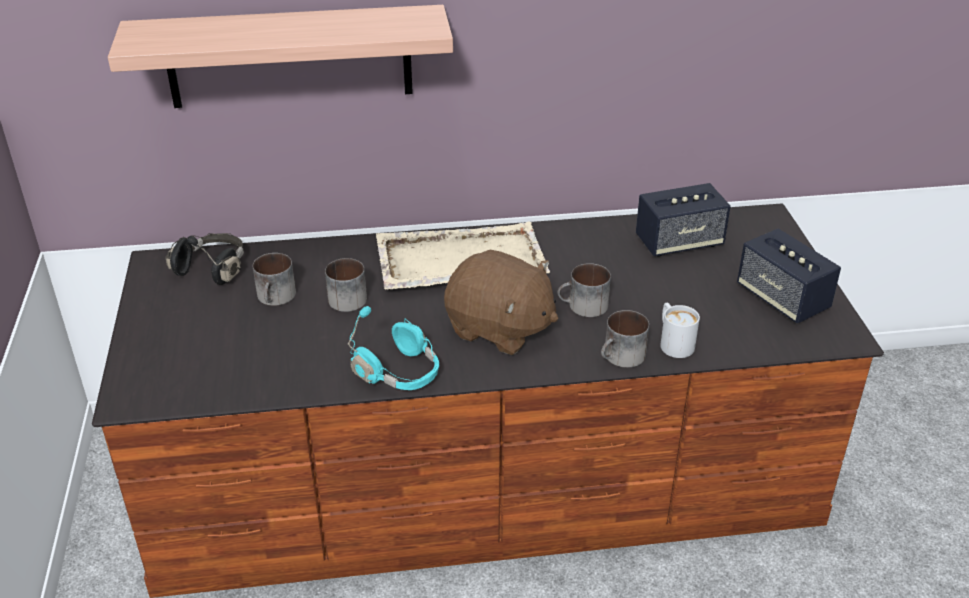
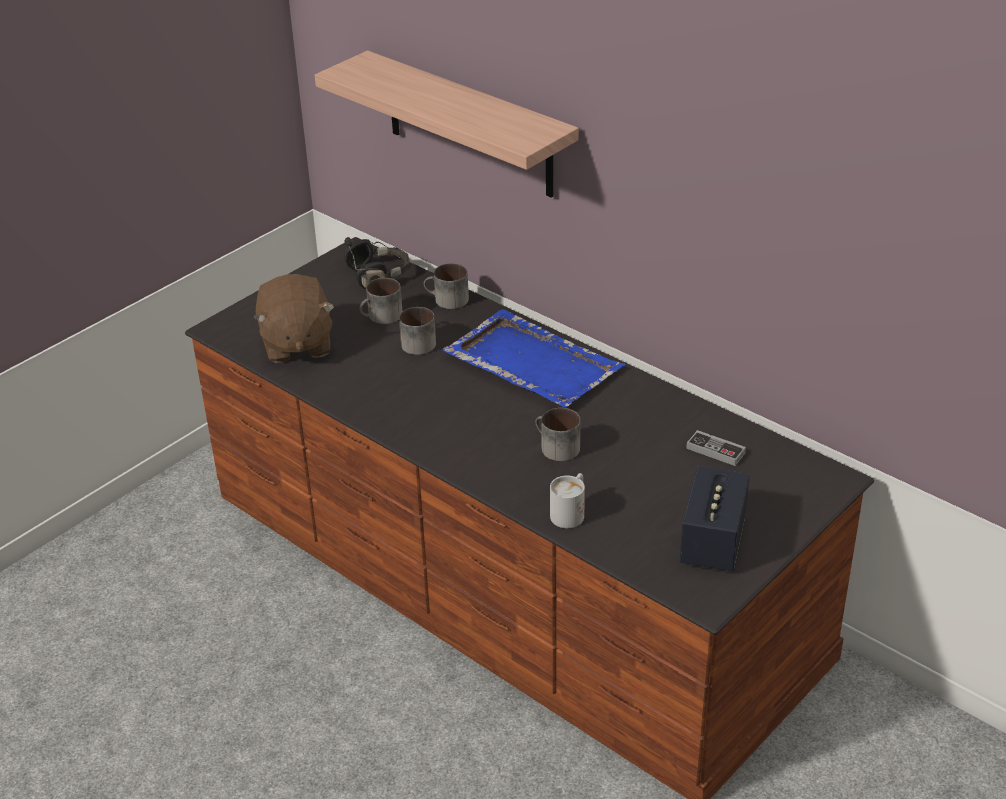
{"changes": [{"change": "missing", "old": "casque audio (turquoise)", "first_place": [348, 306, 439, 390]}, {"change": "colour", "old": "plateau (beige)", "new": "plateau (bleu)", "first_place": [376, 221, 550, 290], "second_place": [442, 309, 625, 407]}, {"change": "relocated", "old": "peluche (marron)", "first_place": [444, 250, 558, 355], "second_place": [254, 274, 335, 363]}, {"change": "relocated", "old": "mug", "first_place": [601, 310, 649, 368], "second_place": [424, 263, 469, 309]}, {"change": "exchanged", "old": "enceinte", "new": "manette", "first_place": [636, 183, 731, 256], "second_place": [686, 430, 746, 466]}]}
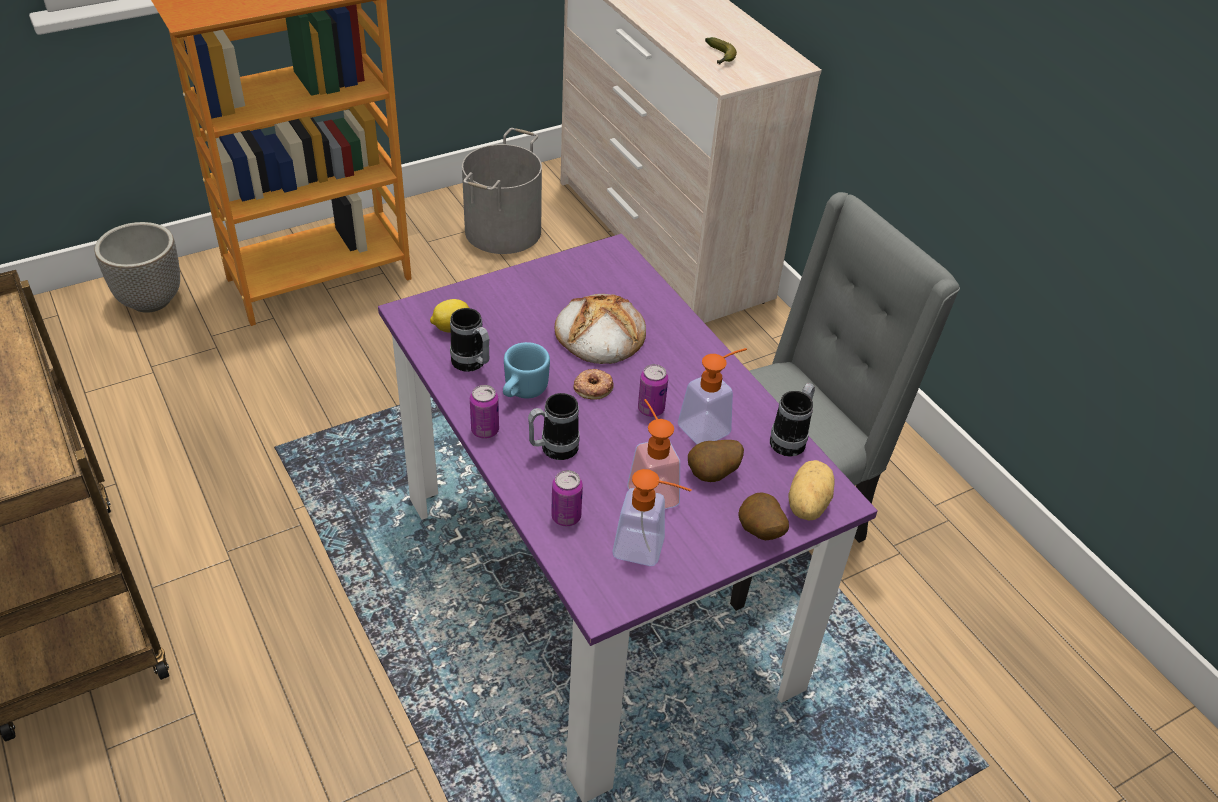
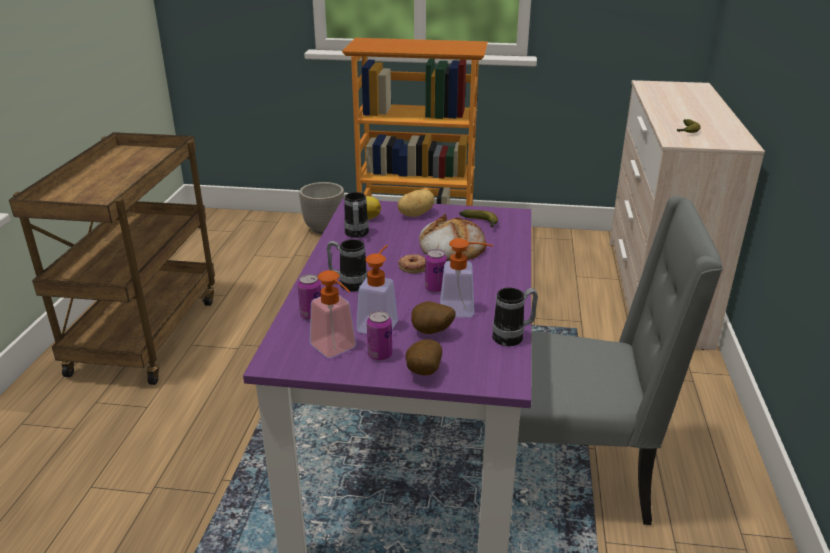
{"changes": [{"change": "missing", "old": "seau (gris)", "first_place": [462, 128, 542, 254]}, {"change": "relocated", "old": "boîte métallique", "first_place": [470, 385, 499, 439], "second_place": [367, 311, 392, 361]}, {"change": "missing", "old": "mug (bleu)", "first_place": [503, 342, 550, 399]}, {"change": "relocated", "old": "pomme de terre", "first_place": [789, 460, 835, 521], "second_place": [397, 189, 434, 217]}, {"change": "appeared", "new": "banane", "second_place": [459, 210, 498, 227]}]}
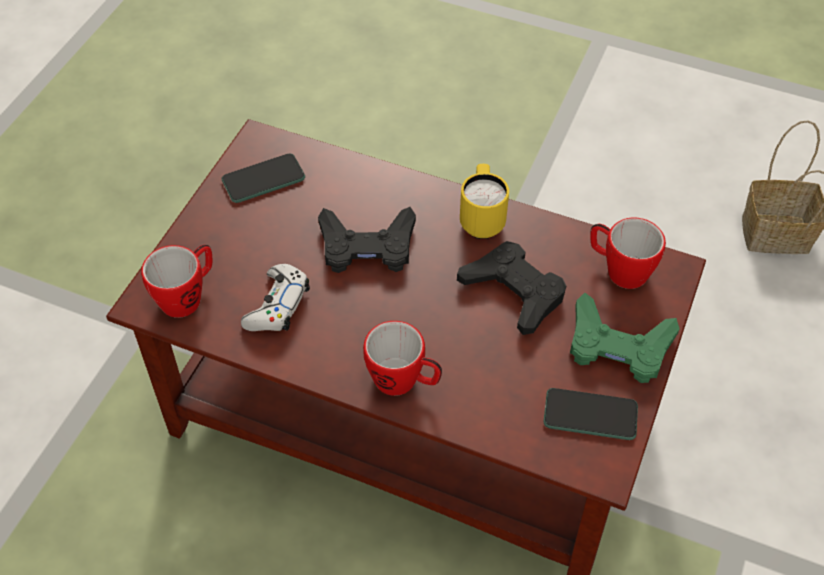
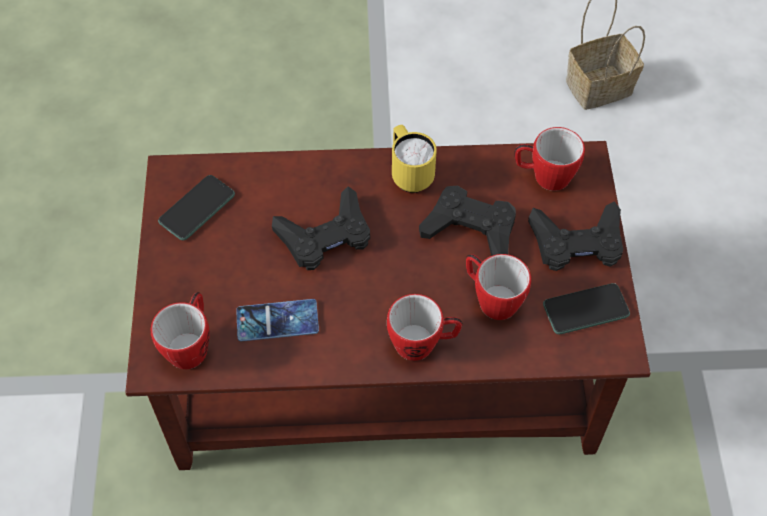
{"changes": [{"change": "exchanged", "old": "manette (blanc)", "new": "téléphone", "first_place": [241, 264, 310, 331], "second_place": [236, 299, 319, 341]}, {"change": "colour", "old": "manette (vert)", "new": "manette (noir)", "first_place": [570, 293, 680, 383], "second_place": [528, 201, 623, 271]}, {"change": "appeared", "new": "mug", "second_place": [466, 254, 531, 320]}]}
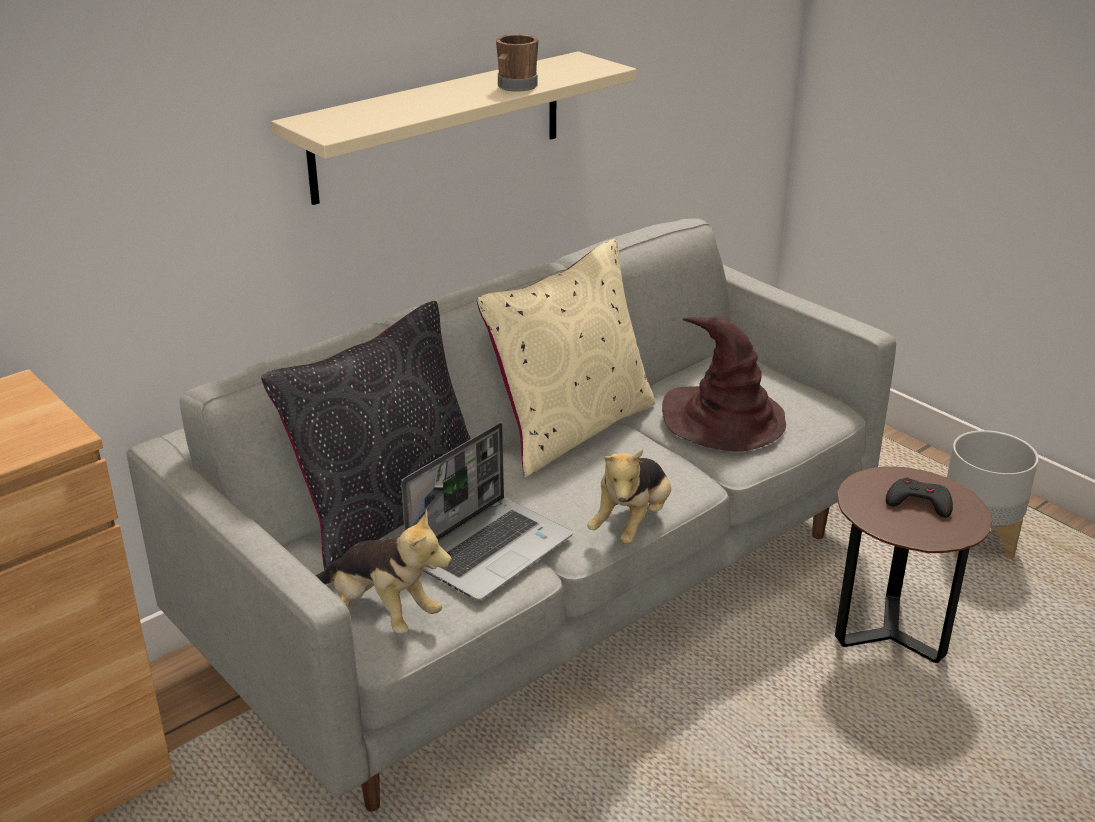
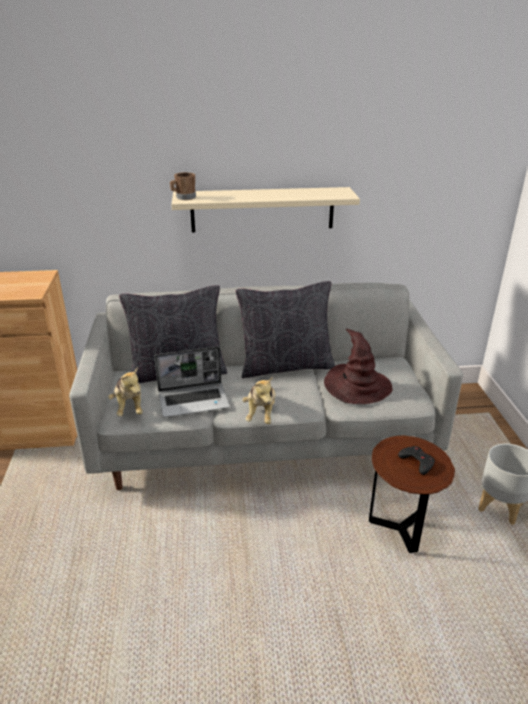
{"changes": [{"change": "colour", "old": "coussin (beige)", "new": "coussin (noir)", "first_place": [477, 239, 655, 477], "second_place": [236, 281, 335, 378]}, {"change": "relocated", "old": "mug (marron)", "first_place": [496, 34, 538, 92], "second_place": [170, 172, 196, 200]}, {"change": "spun", "old": "peluche", "first_place": [587, 449, 671, 544], "second_place": [242, 376, 276, 424], "degrees": -60}]}
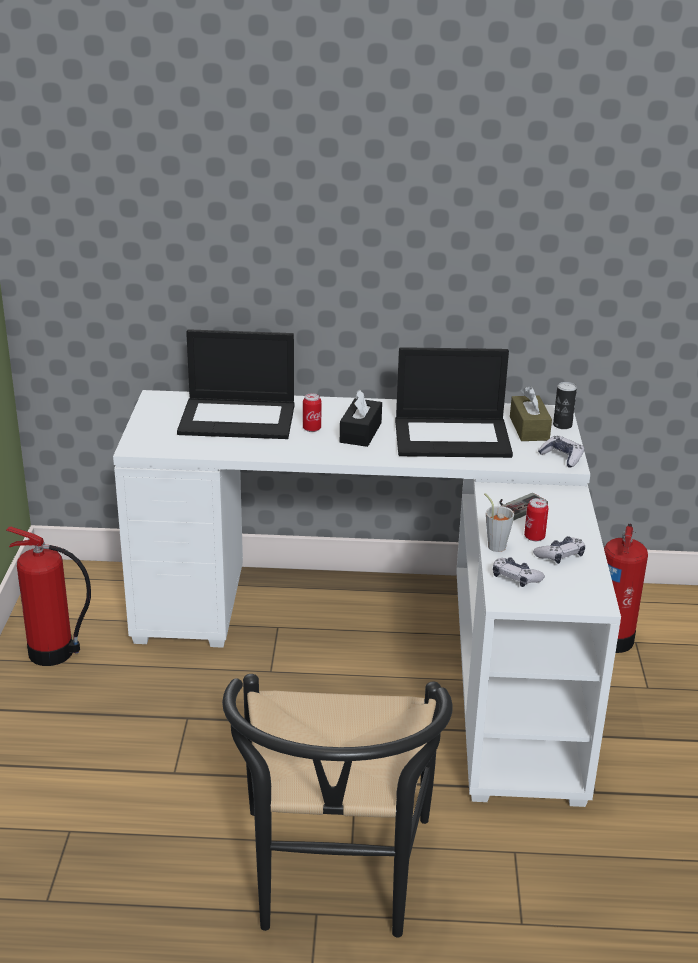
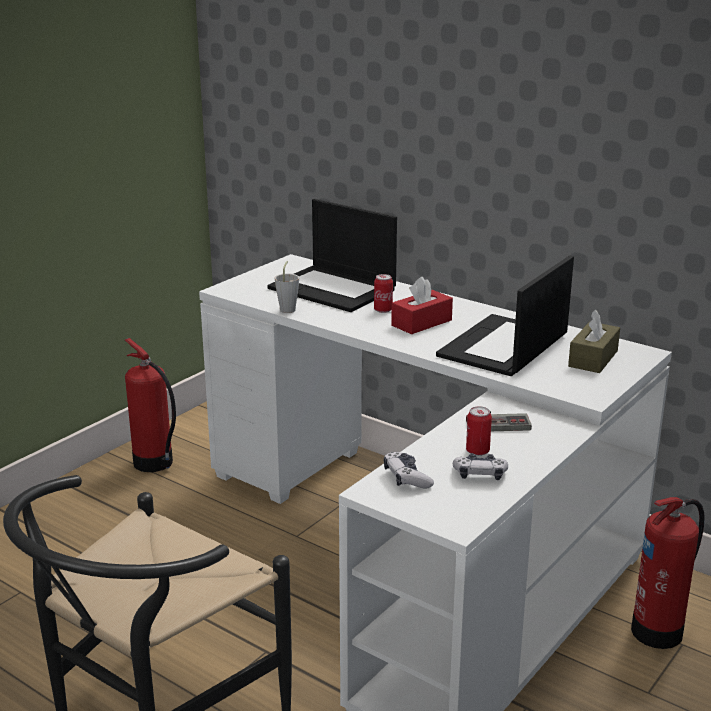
{"changes": [{"change": "colour", "old": "boîte à mouchoirs (noir)", "new": "boîte à mouchoirs (rouge)", "first_place": [340, 389, 382, 447], "second_place": [391, 277, 453, 334]}, {"change": "spun", "old": "ordinateur portable", "first_place": [395, 347, 513, 458], "second_place": [436, 255, 574, 376], "degrees": 90}, {"change": "relocated", "old": "tasse (gris)", "first_place": [484, 493, 515, 552], "second_place": [275, 261, 299, 313]}, {"change": "missing", "old": "manette", "first_place": [538, 436, 584, 467]}, {"change": "missing", "old": "boîte métallique", "first_place": [553, 382, 577, 429]}]}
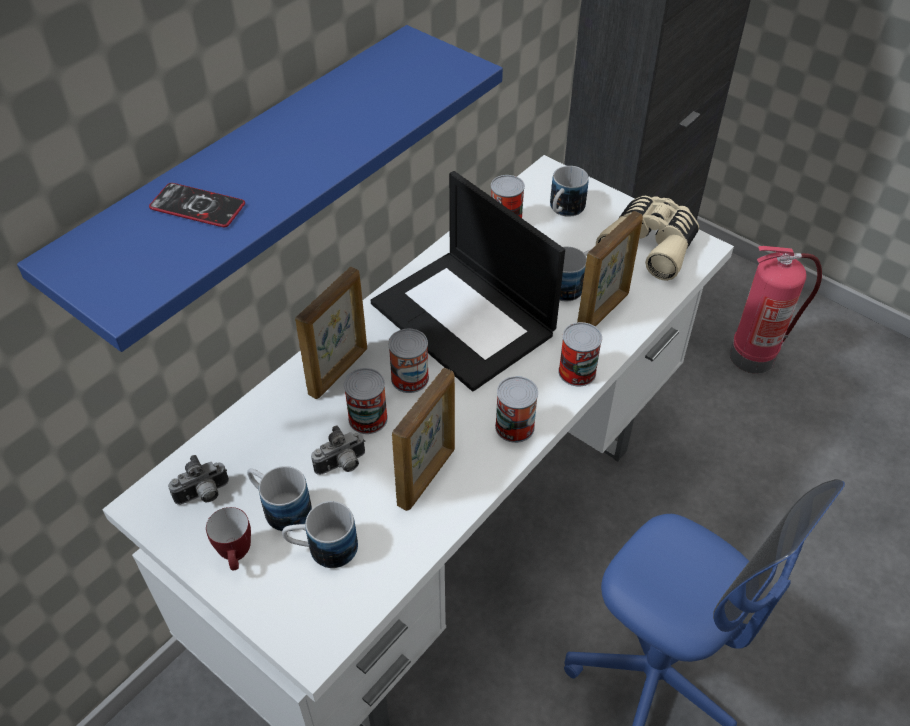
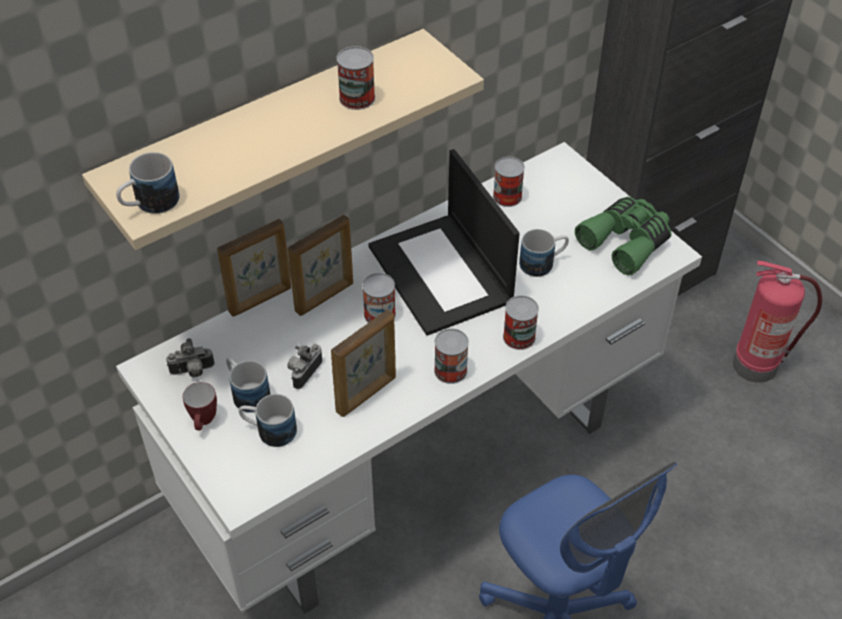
{"changes": [{"change": "colour", "old": "étagère (bleu)", "new": "étagère (beige)", "first_place": [17, 25, 503, 352], "second_place": [82, 29, 484, 250]}, {"change": "missing", "old": "téléphone", "first_place": [149, 183, 245, 227]}, {"change": "spun", "old": "appareil photo", "first_place": [311, 425, 365, 475], "second_place": [287, 344, 322, 389], "degrees": 135}, {"change": "relocated", "old": "boîte métallique", "first_place": [344, 368, 388, 434], "second_place": [337, 46, 375, 110]}, {"change": "relocated", "old": "mug", "first_place": [550, 166, 589, 217], "second_place": [116, 152, 180, 214]}, {"change": "relocated", "old": "cadre photo", "first_place": [577, 211, 643, 327], "second_place": [217, 219, 291, 317]}, {"change": "colour", "old": "jumelles (beige)", "new": "jumelles (vert)", "first_place": [596, 196, 699, 281], "second_place": [575, 197, 672, 275]}]}
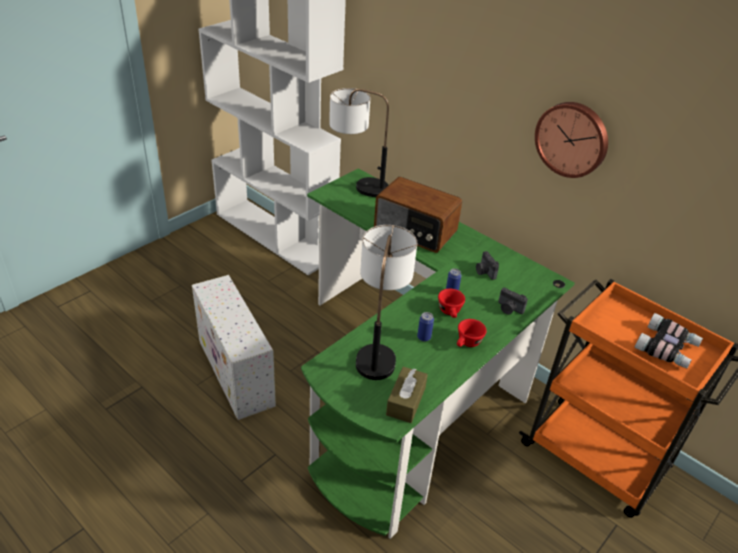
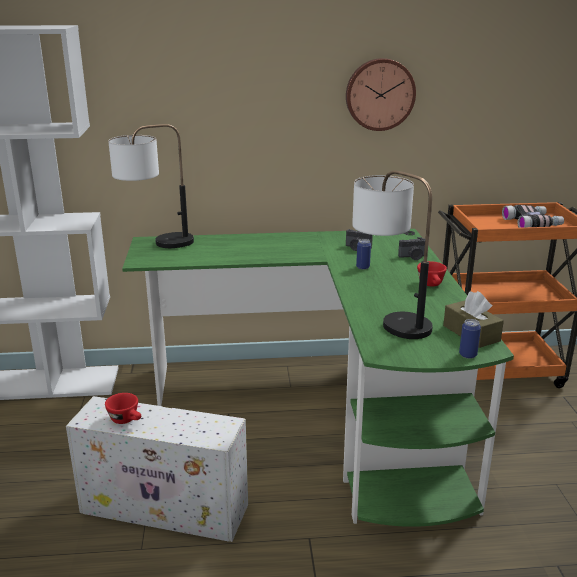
{"changes": [{"change": "missing", "old": "radio", "first_place": [374, 177, 462, 253]}, {"change": "relocated", "old": "boîte métallique", "first_place": [417, 312, 434, 342], "second_place": [459, 319, 481, 359]}, {"change": "relocated", "old": "tasse (rouge)", "first_place": [438, 289, 465, 318], "second_place": [105, 393, 141, 424]}]}
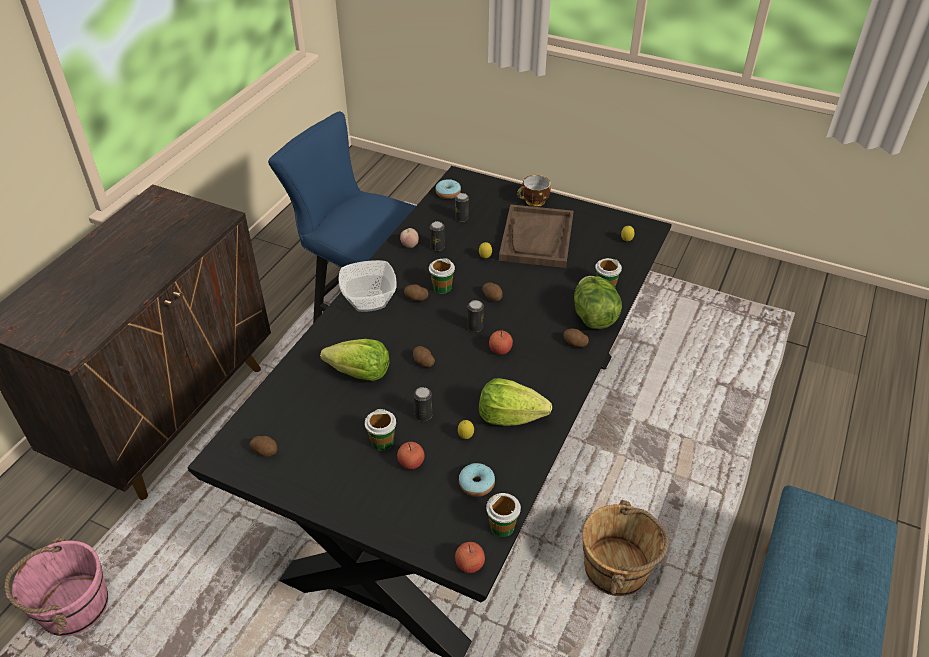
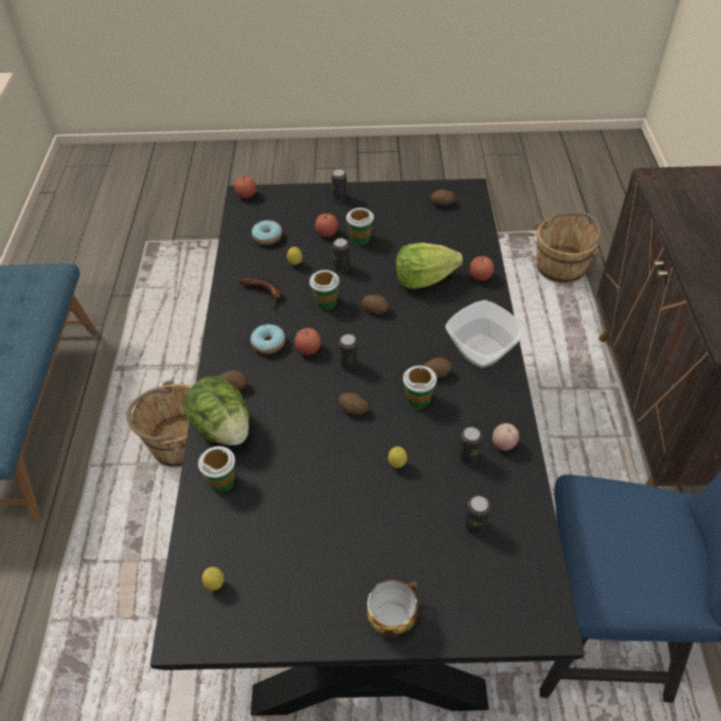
{"changes": [{"change": "colour", "old": "seau (rose)", "new": "seau (marron)", "first_place": [4, 537, 108, 636], "second_place": [534, 212, 602, 283]}, {"change": "relocated", "old": "beignet", "first_place": [435, 179, 461, 199], "second_place": [251, 324, 285, 354]}, {"change": "exchanged", "old": "laitue", "new": "banane", "first_place": [479, 378, 552, 426], "second_place": [239, 277, 282, 307]}, {"change": "relocated", "old": "tasse", "first_place": [486, 493, 521, 537], "second_place": [309, 270, 339, 309]}, {"change": "missing", "old": "plateau (marron)", "first_place": [499, 204, 573, 268]}, {"change": "appeared", "new": "boîte métallique", "second_place": [331, 169, 347, 201]}, {"change": "appeared", "new": "pomme", "second_place": [470, 256, 494, 281]}]}
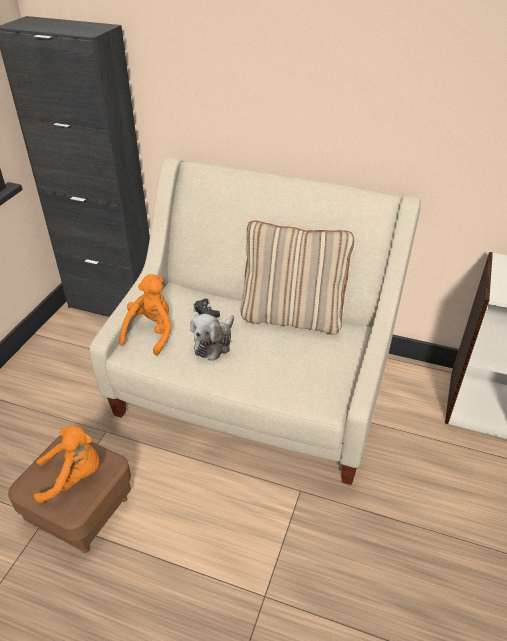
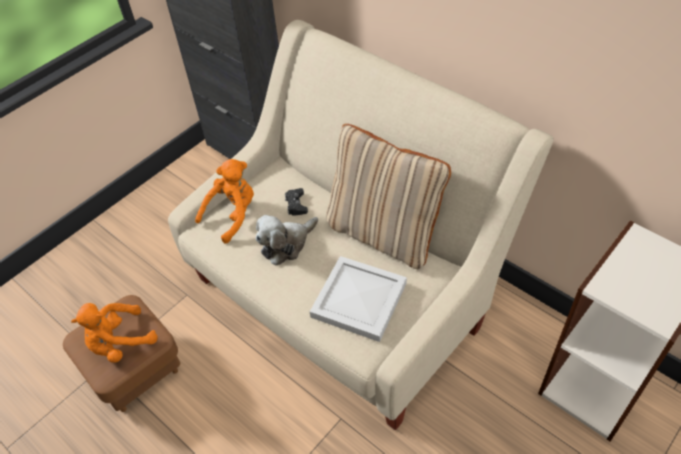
{"changes": [{"change": "spun", "old": "peluche (orange)", "first_place": [34, 426, 99, 503], "second_place": [71, 303, 158, 363], "degrees": 135}, {"change": "appeared", "new": "plateau (blanc)", "second_place": [310, 256, 407, 342]}]}
